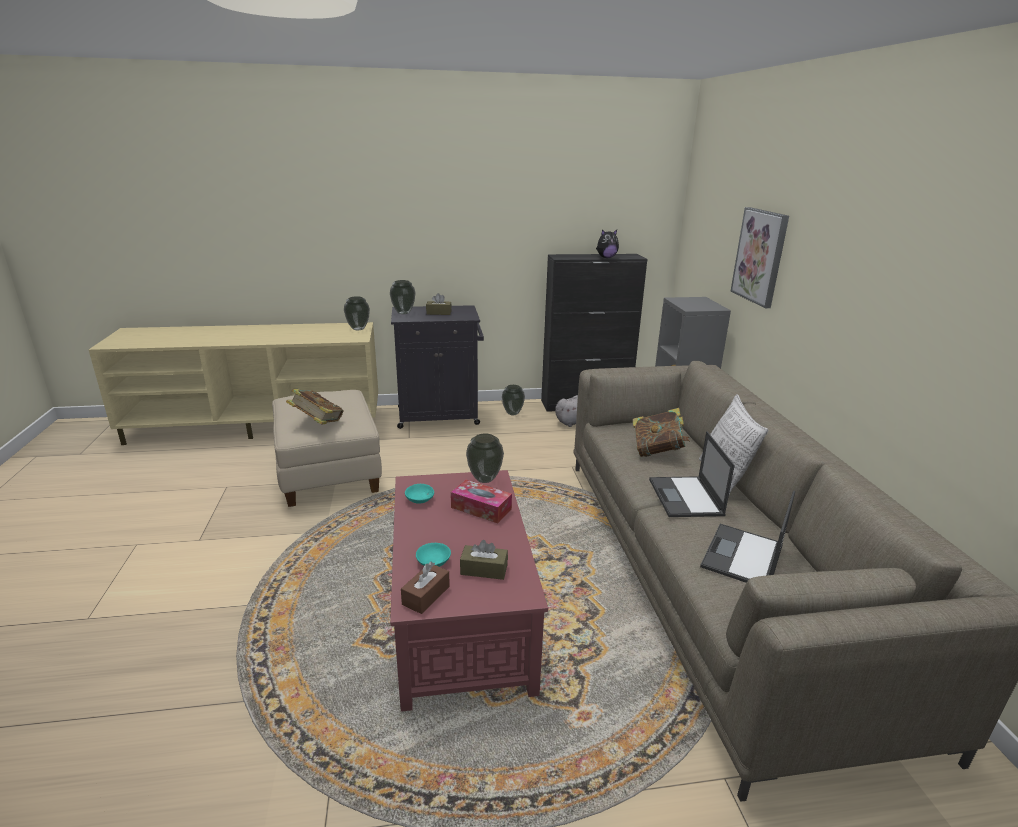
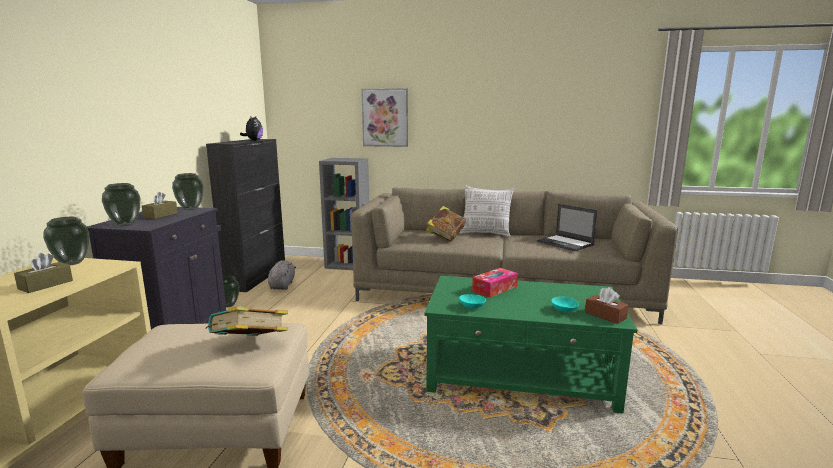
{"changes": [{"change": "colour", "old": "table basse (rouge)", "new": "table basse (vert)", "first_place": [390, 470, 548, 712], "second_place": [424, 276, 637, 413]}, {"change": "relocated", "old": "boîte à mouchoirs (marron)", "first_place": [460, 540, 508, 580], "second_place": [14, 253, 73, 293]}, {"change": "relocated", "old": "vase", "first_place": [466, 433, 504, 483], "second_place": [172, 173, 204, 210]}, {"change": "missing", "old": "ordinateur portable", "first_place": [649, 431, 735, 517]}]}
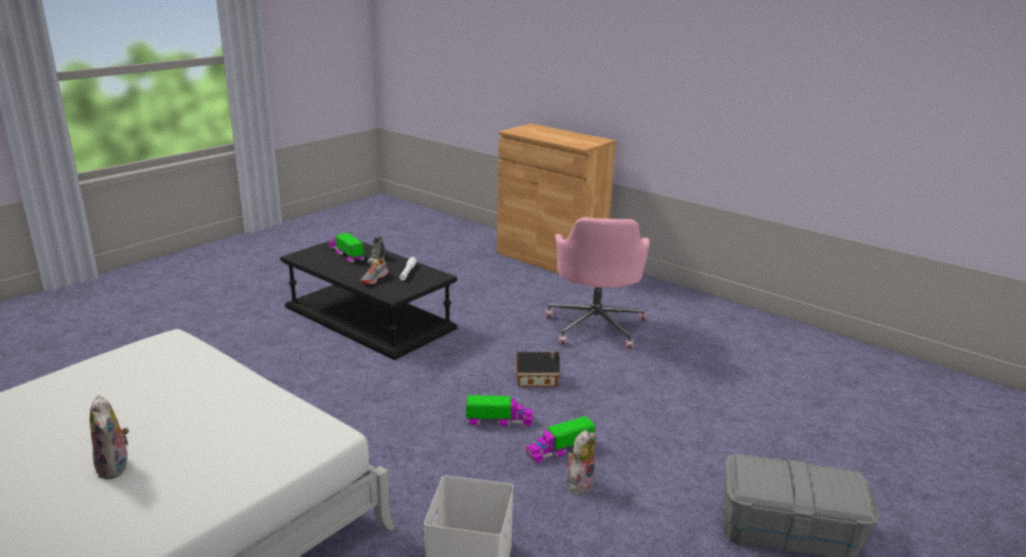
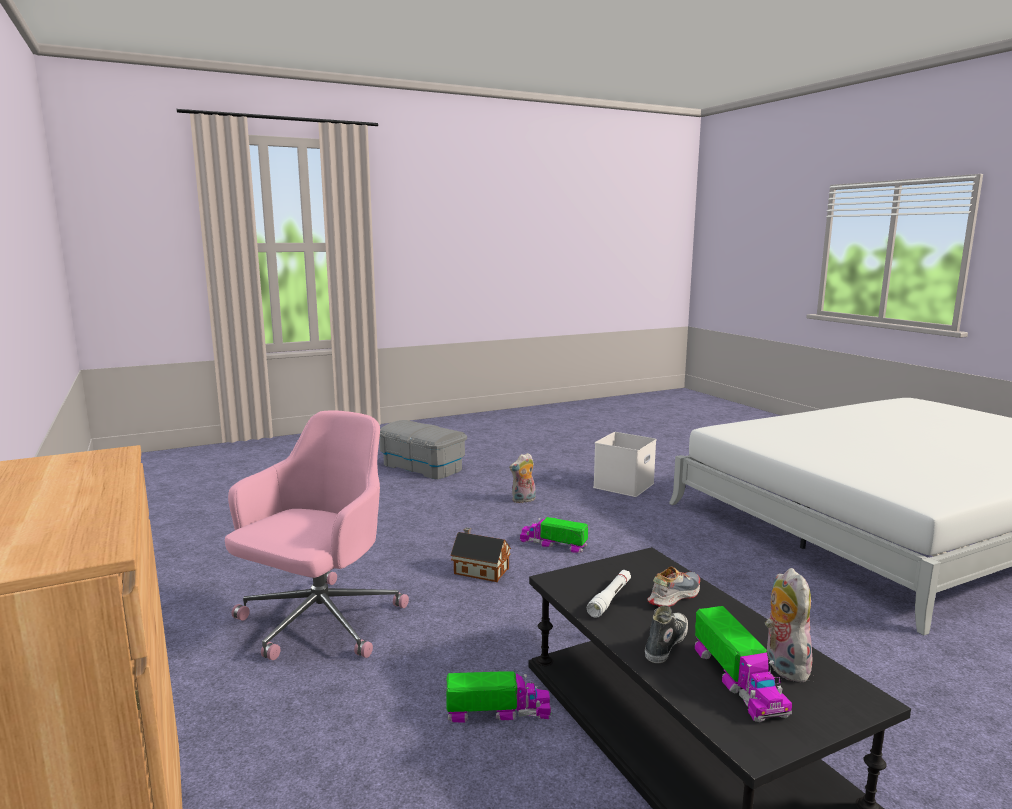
{"changes": [{"change": "relocated", "old": "peluche", "first_place": [90, 395, 129, 479], "second_place": [765, 568, 812, 683]}, {"change": "relocated", "old": "camion jouet", "first_place": [525, 416, 595, 463], "second_place": [446, 671, 551, 723]}]}
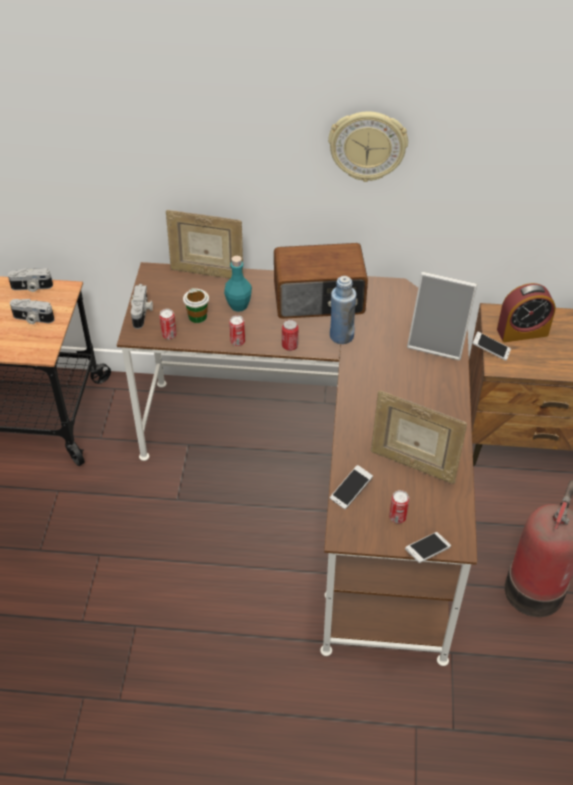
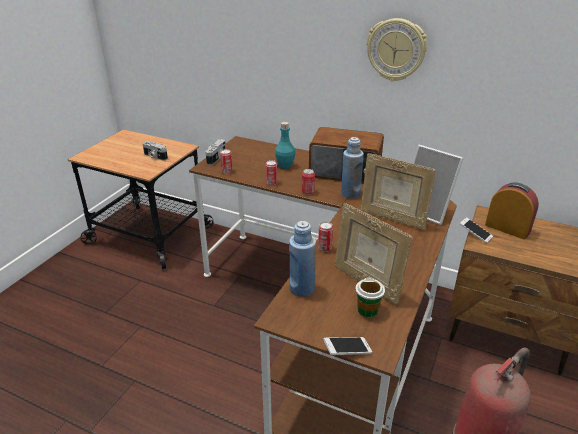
{"changes": [{"change": "missing", "old": "appareil photo", "first_place": [8, 268, 53, 292]}, {"change": "relocated", "old": "cadre photo", "first_place": [166, 210, 243, 279], "second_place": [361, 153, 436, 229]}, {"change": "relocated", "old": "tasse", "first_place": [183, 288, 209, 323], "second_place": [356, 277, 385, 317]}, {"change": "exchanged", "old": "téléphone", "new": "bouteille (bleu)", "first_place": [330, 465, 373, 509], "second_place": [289, 221, 316, 297]}, {"change": "relocated", "old": "boîte métallique", "first_place": [389, 490, 409, 524], "second_place": [318, 222, 333, 252]}, {"change": "spun", "old": "réveil", "first_place": [497, 283, 556, 342], "second_place": [485, 182, 539, 240], "degrees": -150}]}
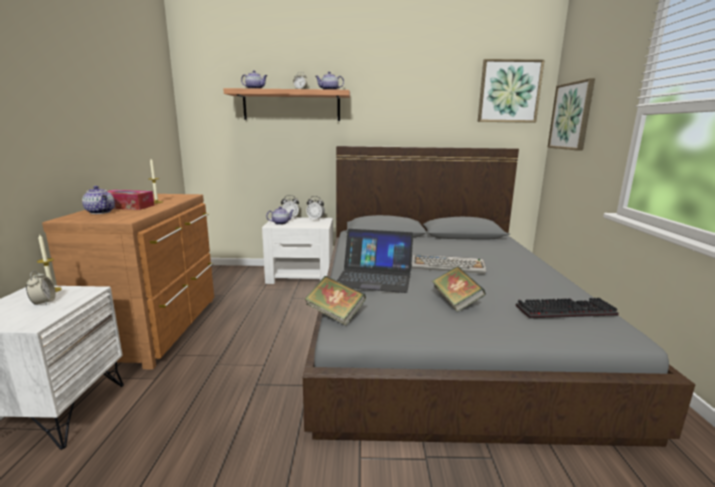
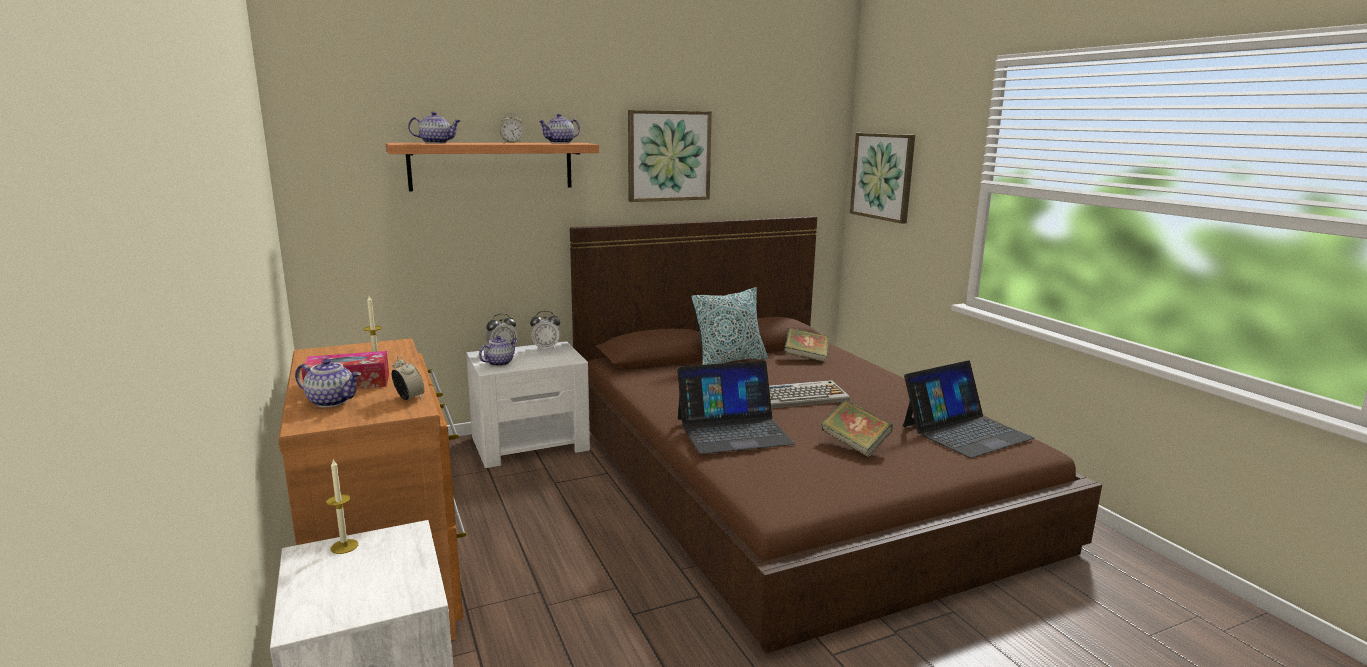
{"changes": [{"change": "relocated", "old": "réveil", "first_place": [26, 271, 56, 306], "second_place": [392, 356, 424, 400]}, {"change": "colour", "old": "lit (gris)", "new": "lit (marron)", "first_place": [303, 146, 695, 447], "second_place": [570, 216, 1102, 654]}, {"change": "relocated", "old": "livre", "first_place": [304, 276, 366, 325], "second_place": [784, 327, 829, 362]}, {"change": "relocated", "old": "tableau", "first_place": [478, 59, 544, 123], "second_place": [628, 110, 712, 202]}, {"change": "exchanged", "old": "clavier", "new": "ordinateur portable", "first_place": [516, 298, 619, 318], "second_place": [903, 360, 1035, 458]}, {"change": "appeared", "new": "coussin", "second_place": [691, 287, 768, 365]}]}
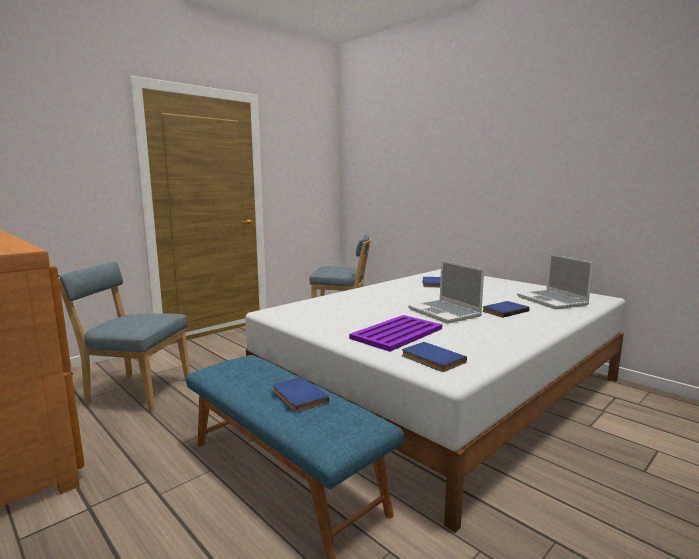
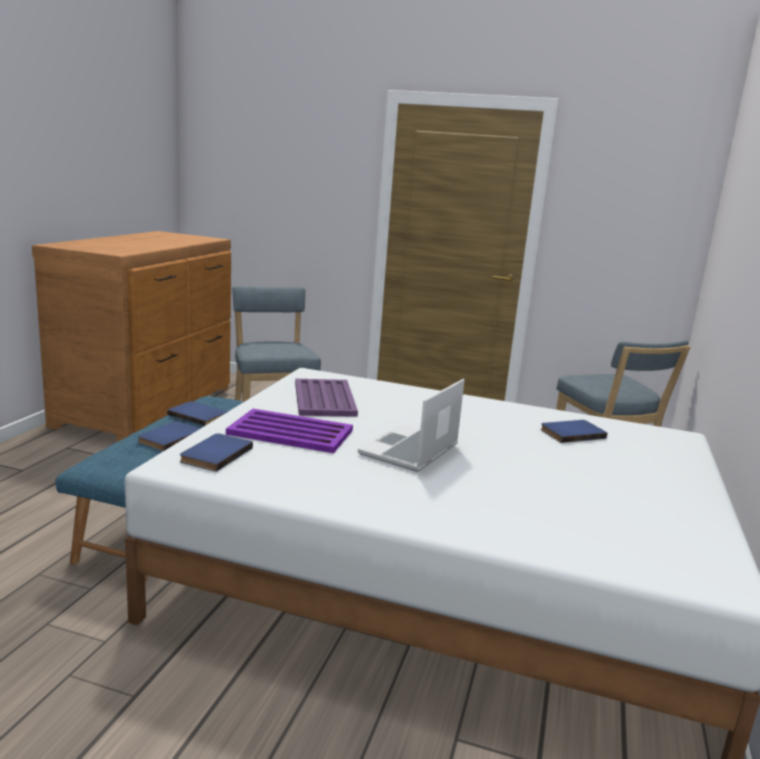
{"changes": [{"change": "relocated", "old": "livre (bleu)", "first_place": [482, 301, 530, 318], "second_place": [167, 401, 227, 426]}, {"change": "missing", "old": "ordinateur portable", "first_place": [517, 254, 593, 309]}, {"change": "appeared", "new": "plateau (violet)", "second_place": [295, 379, 358, 417]}]}
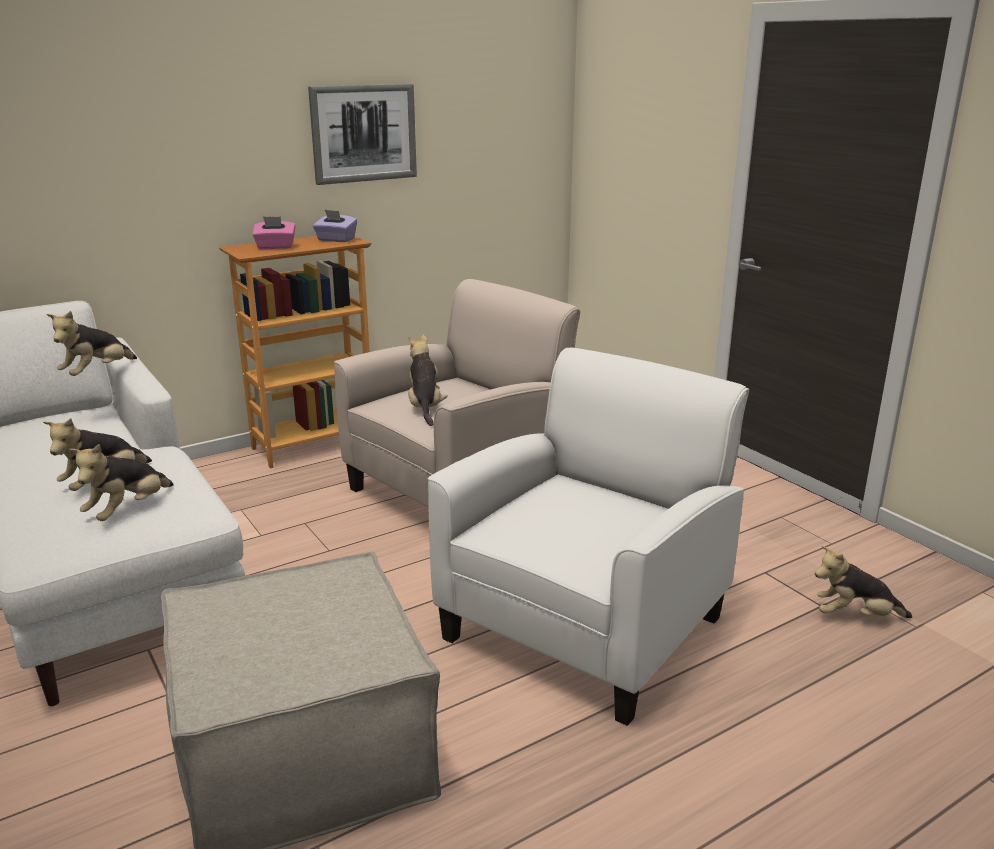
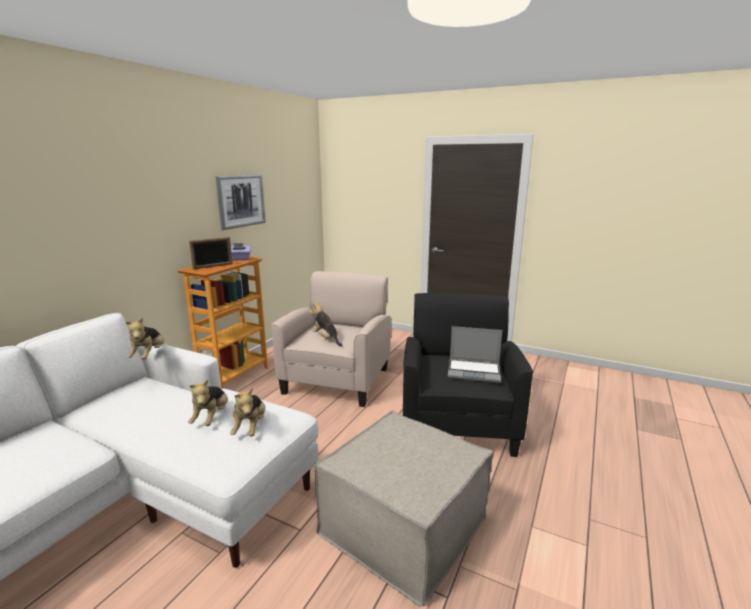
{"changes": [{"change": "exchanged", "old": "boîte à mouchoirs (rose)", "new": "cadre photo", "first_place": [252, 216, 295, 249], "second_place": [189, 237, 233, 269]}, {"change": "colour", "old": "fauteuil (blanc)", "new": "fauteuil (noir)", "first_place": [428, 348, 749, 726], "second_place": [403, 293, 533, 457]}, {"change": "missing", "old": "peluche", "first_place": [815, 546, 912, 618]}, {"change": "appeared", "new": "ordinateur portable", "second_place": [448, 326, 502, 383]}]}
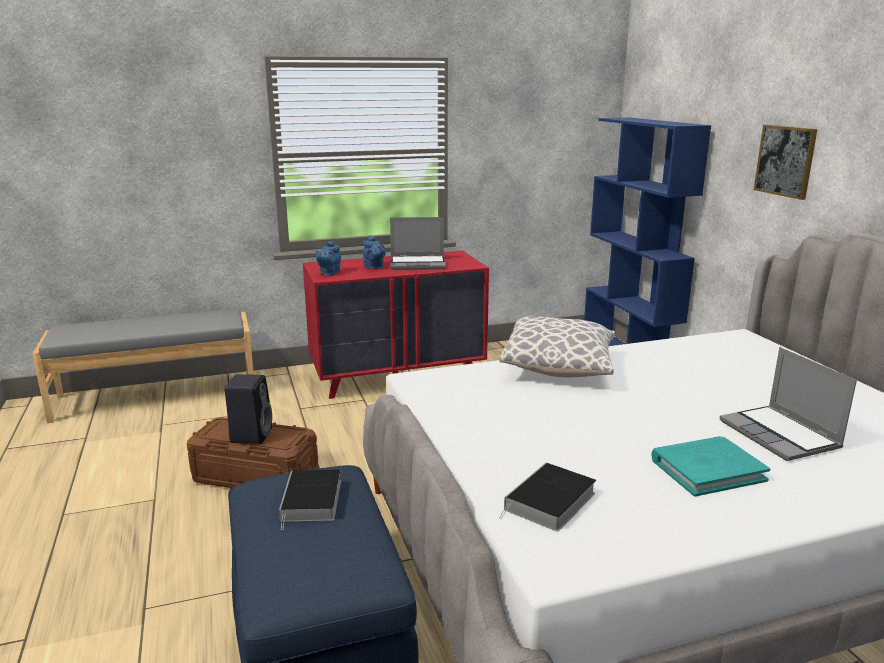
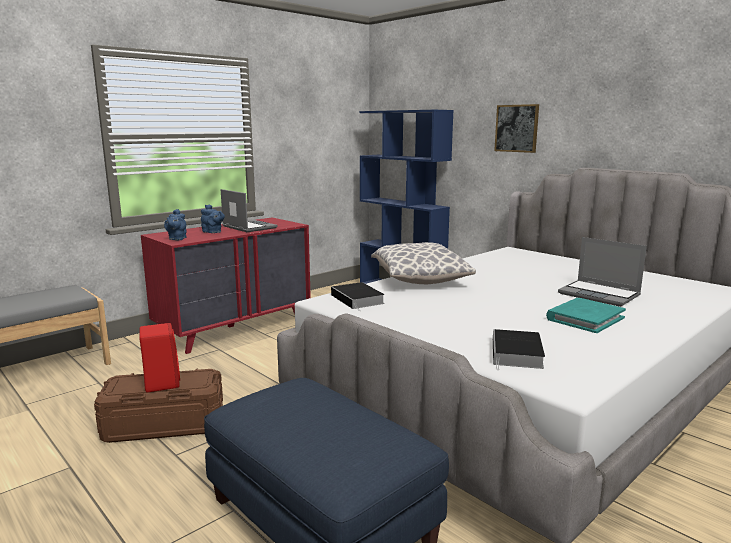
{"changes": [{"change": "colour", "old": "enceinte (noir)", "new": "enceinte (rouge)", "first_place": [224, 374, 272, 444], "second_place": [139, 323, 180, 393]}, {"change": "relocated", "old": "livre", "first_place": [279, 470, 341, 530], "second_place": [331, 282, 385, 311]}, {"change": "spun", "old": "ordinateur portable", "first_place": [390, 217, 446, 270], "second_place": [220, 189, 277, 232], "degrees": -105}]}
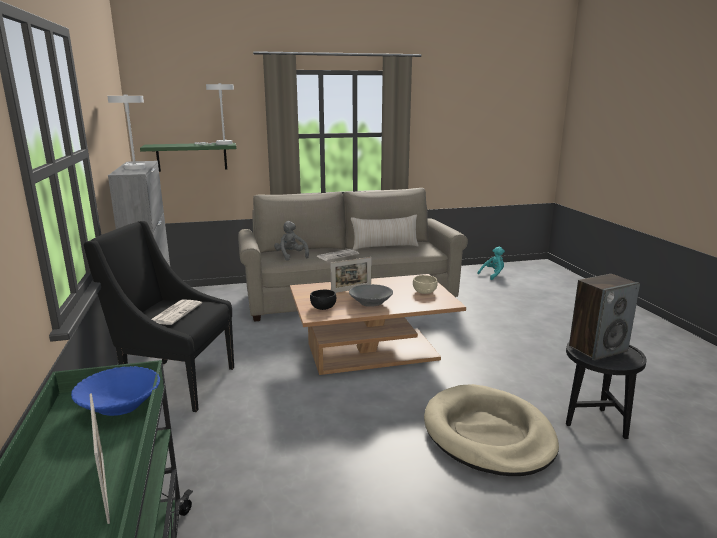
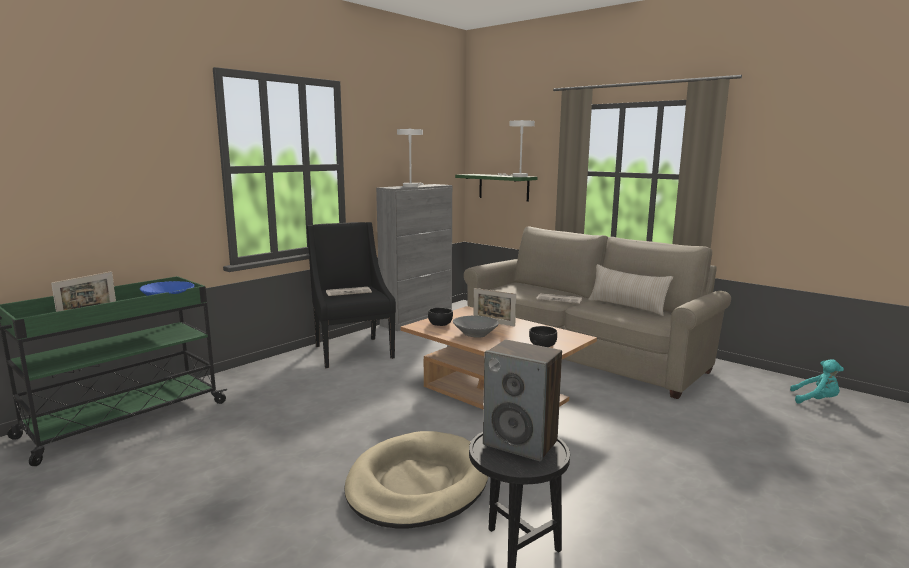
{"changes": [{"change": "missing", "old": "peluche (gris)", "first_place": [274, 221, 309, 261]}, {"change": "colour", "old": "bol (beige)", "new": "bol (noir)", "first_place": [413, 275, 438, 294], "second_place": [529, 326, 557, 347]}]}
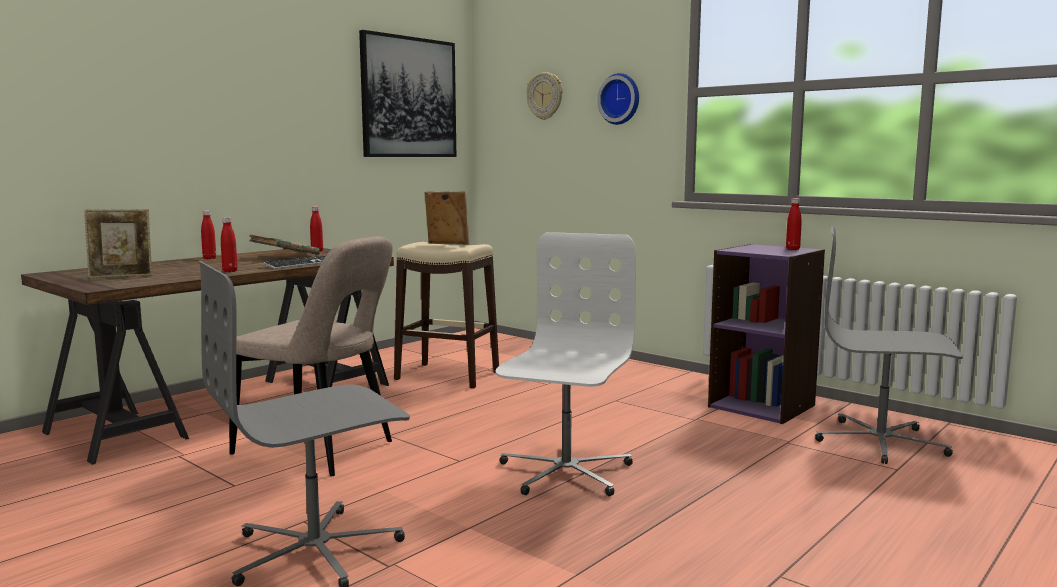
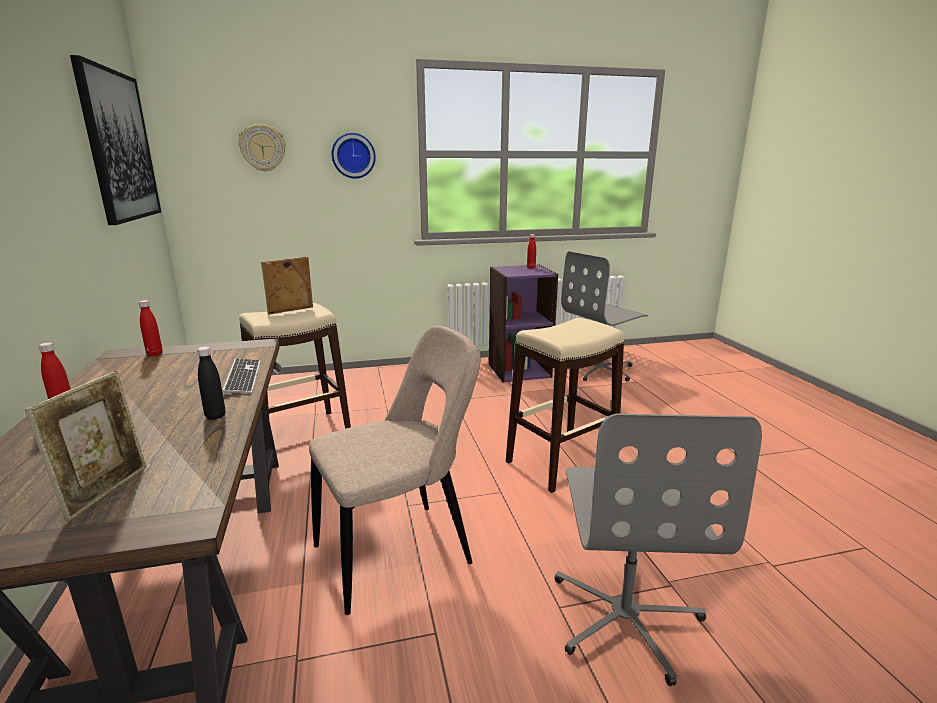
{"changes": [{"change": "colour", "old": "bouteille (rouge)", "new": "bouteille (noir)", "first_place": [221, 217, 238, 272], "second_place": [197, 346, 225, 420]}, {"change": "missing", "old": "livre (vert)", "first_place": [249, 234, 320, 255]}, {"change": "exchanged", "old": "chaise de bureau (blanc)", "new": "tabouret (beige)", "first_place": [495, 232, 636, 496], "second_place": [506, 318, 624, 493]}]}
